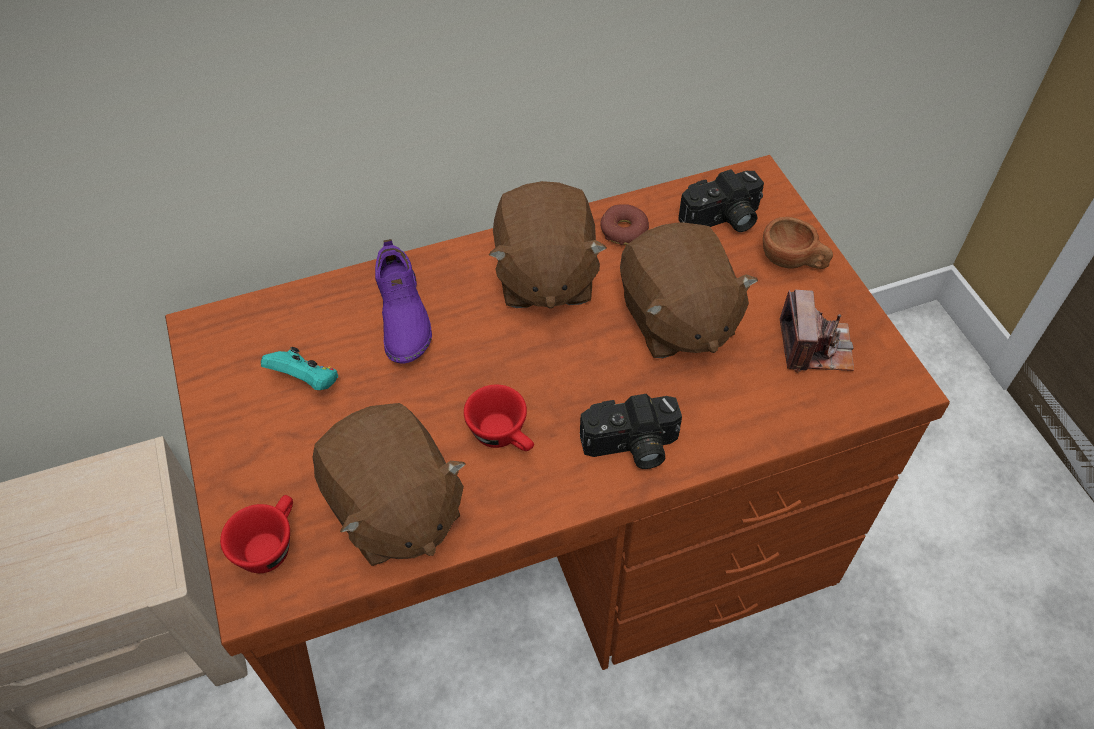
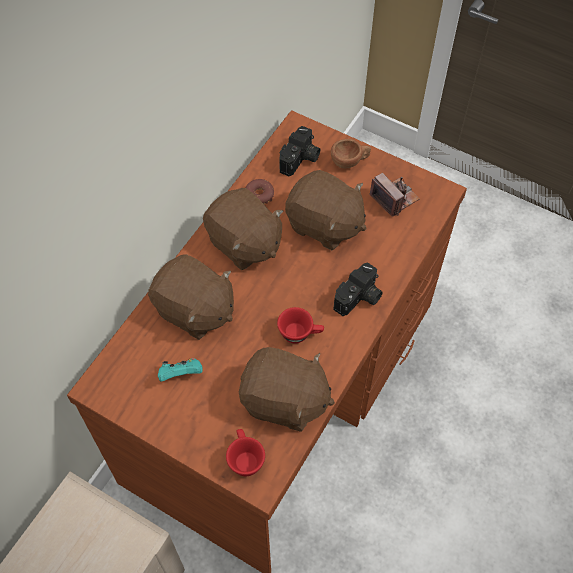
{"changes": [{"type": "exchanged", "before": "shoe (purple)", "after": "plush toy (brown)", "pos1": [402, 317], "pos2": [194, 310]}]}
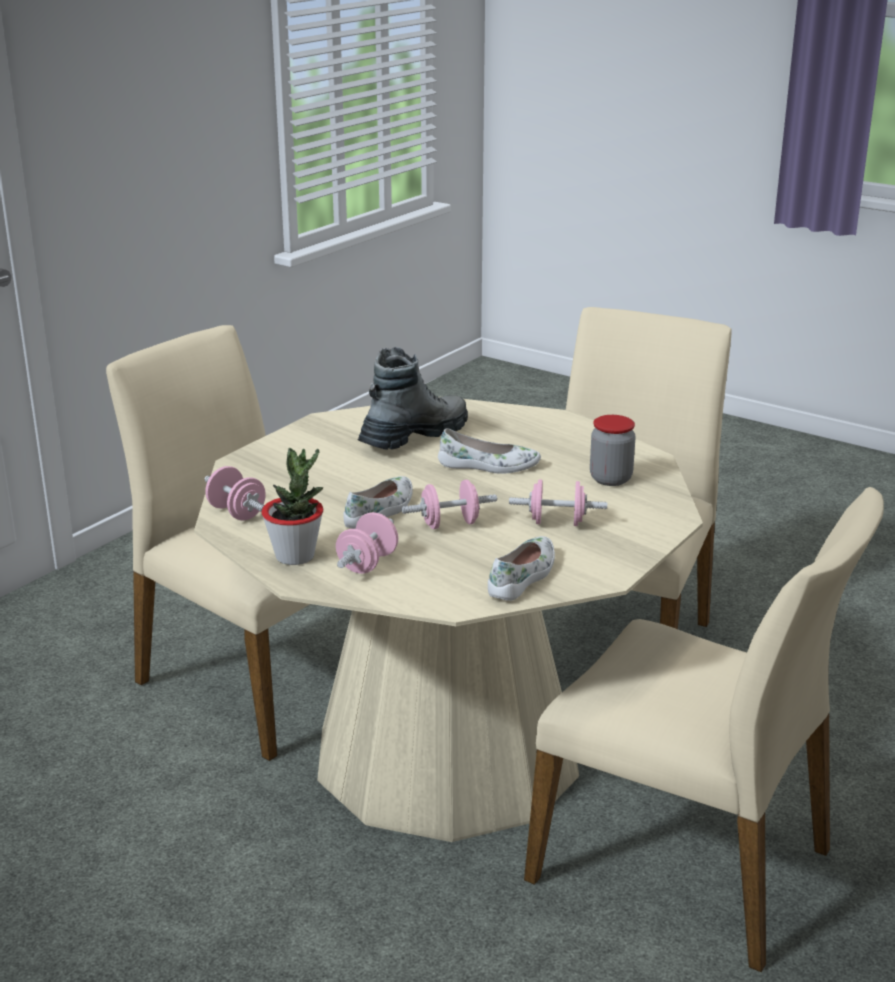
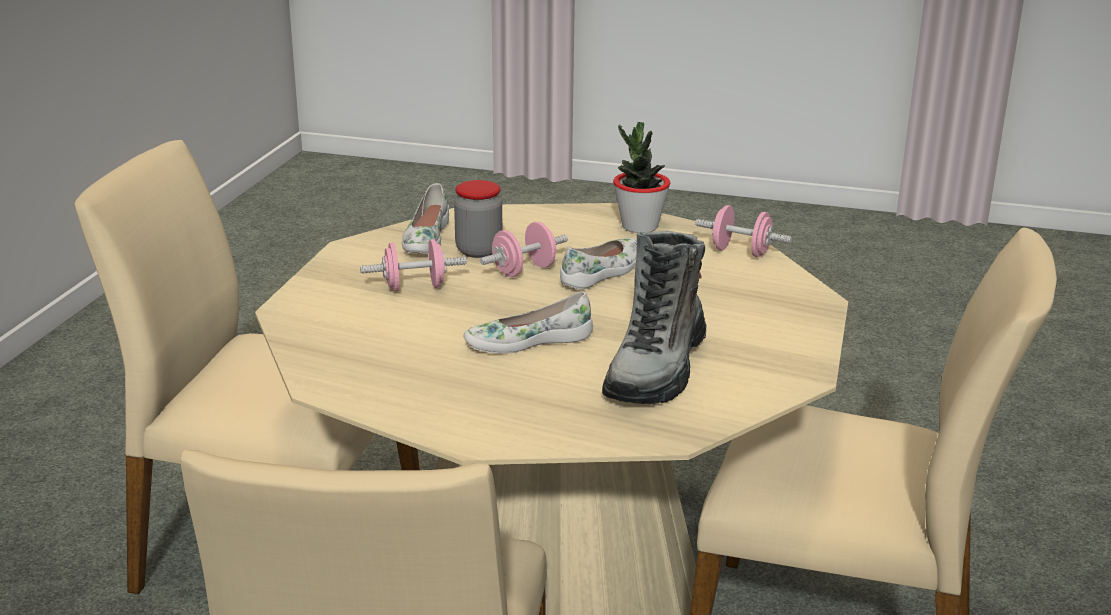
{"changes": [{"type": "relocated", "before": "jar", "pos1": [610, 479], "pos2": [479, 251]}, {"type": "spun", "before": "shoe (white)", "pos1": [381, 511], "pos2": [603, 272], "turn": -150}, {"type": "missing", "before": "dumbbell (pink)", "pos1": [367, 563]}]}
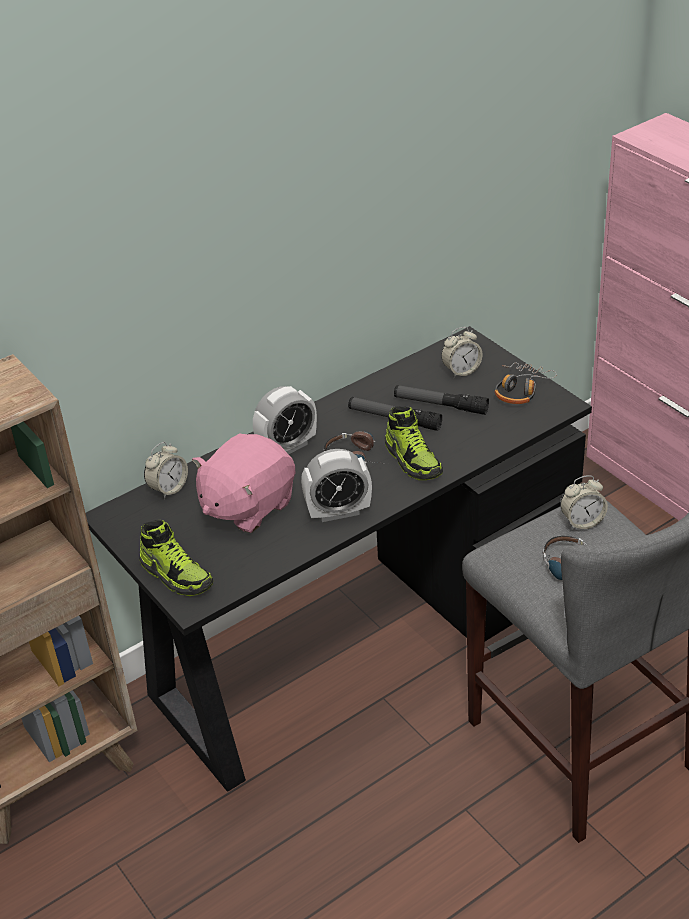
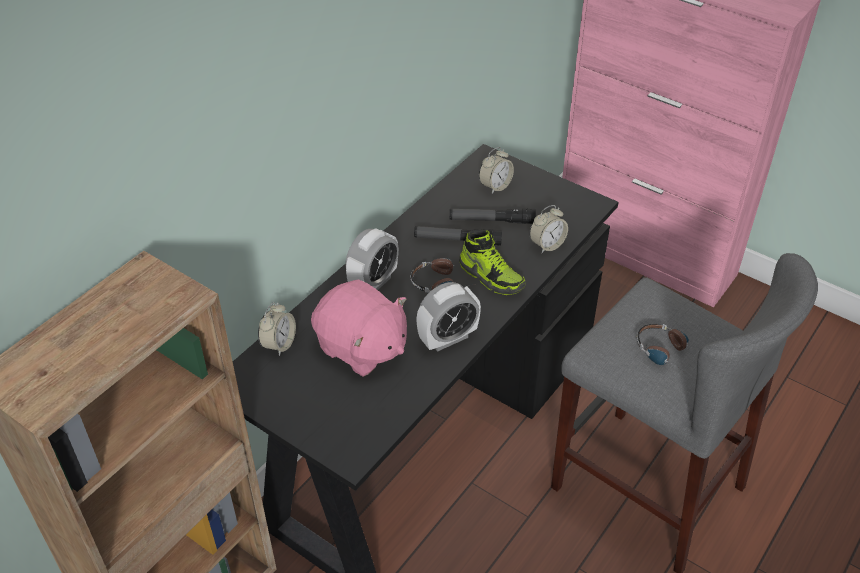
{"changes": [{"type": "missing", "before": "headphones", "pos1": [520, 389]}, {"type": "spun", "before": "plush toy (pink)", "pos1": [247, 506], "pos2": [361, 348], "turn": -75}, {"type": "relocated", "before": "alarm clock", "pos1": [582, 522], "pos2": [547, 245]}, {"type": "missing", "before": "shoe", "pos1": [176, 575]}]}
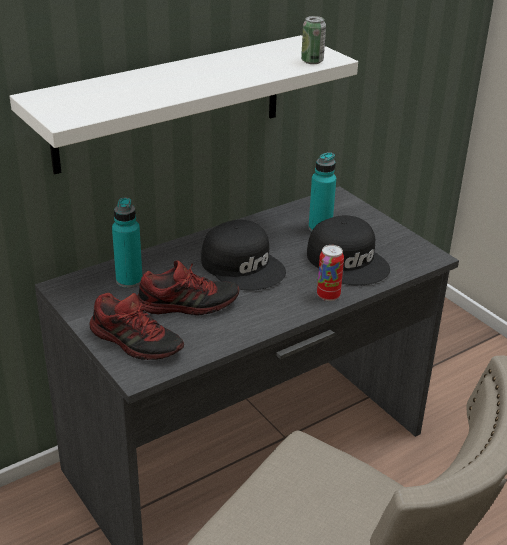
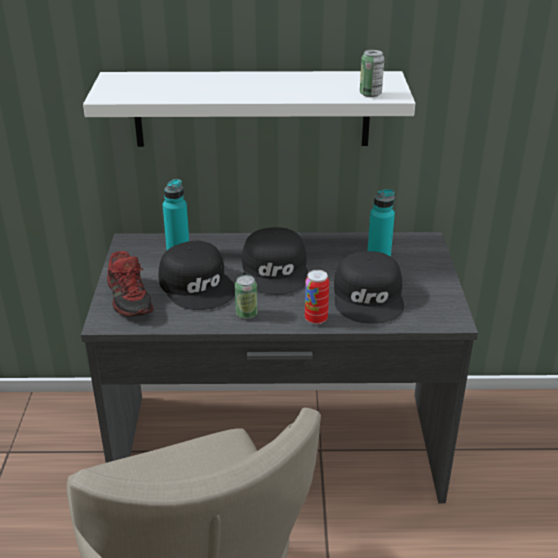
{"changes": [{"type": "exchanged", "before": "shoe", "after": "cap (black)", "pos1": [187, 304], "pos2": [198, 285]}, {"type": "appeared", "after": "can", "pos2": [246, 314]}]}
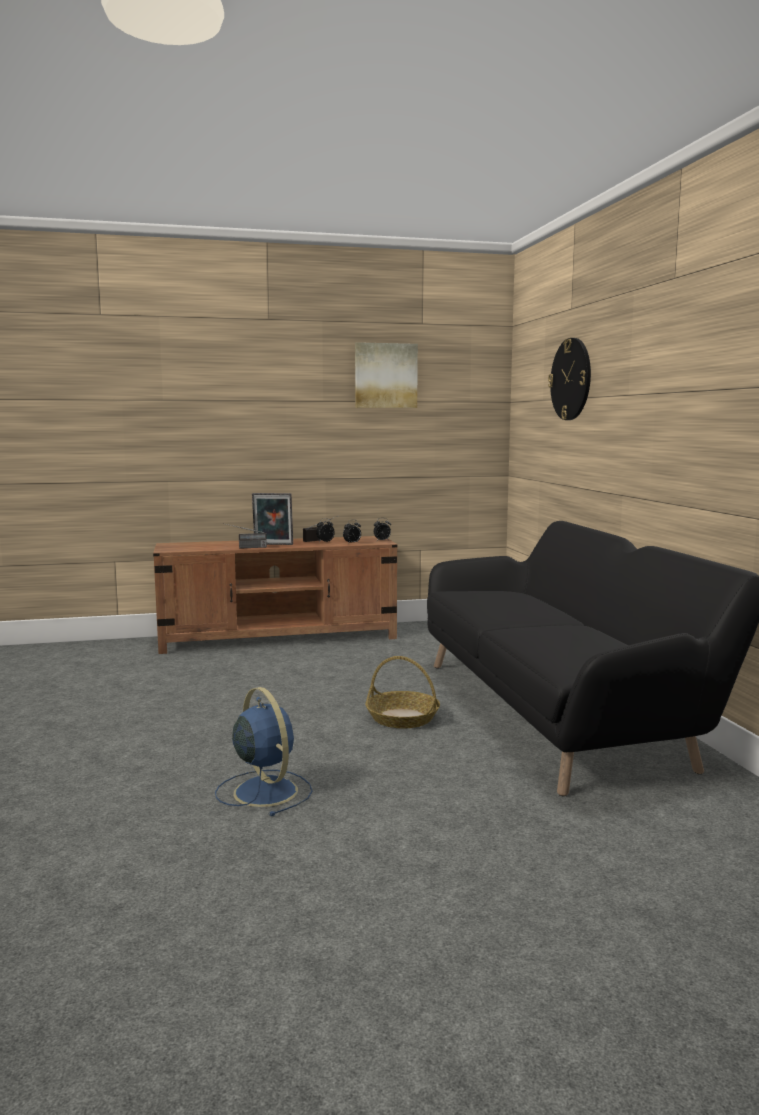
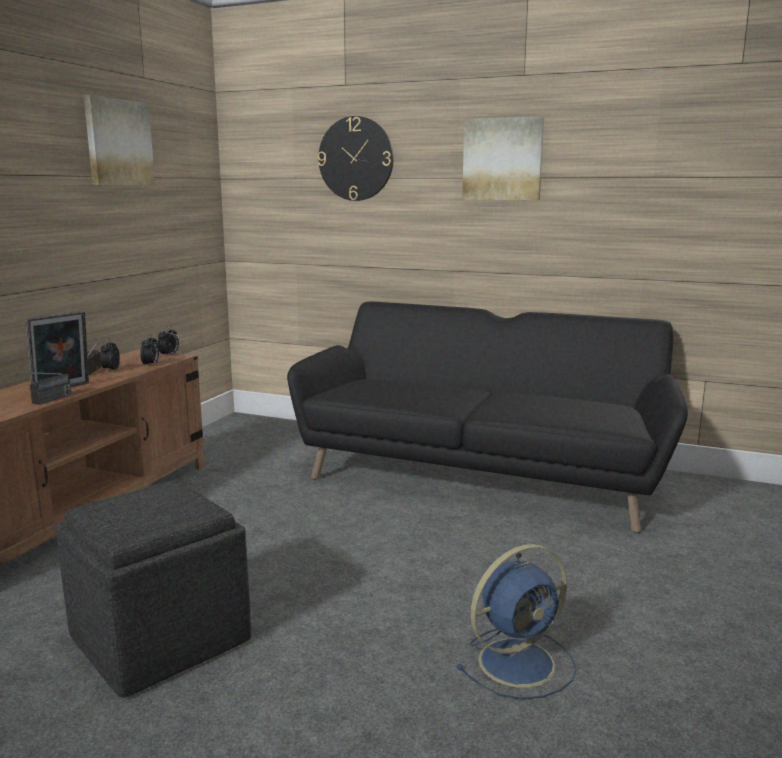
{"changes": [{"type": "missing", "before": "basket", "pos1": [403, 718]}, {"type": "spun", "before": "fan (blue)", "pos1": [264, 790], "pos2": [519, 661], "turn": 150}, {"type": "appeared", "after": "picture", "pos2": [502, 159]}, {"type": "appeared", "after": "ottoman (grey)", "pos2": [161, 637]}]}
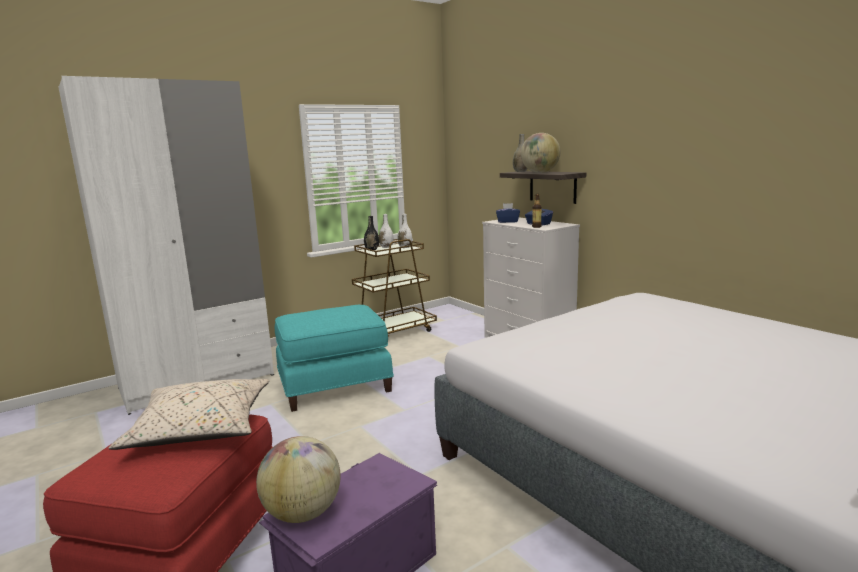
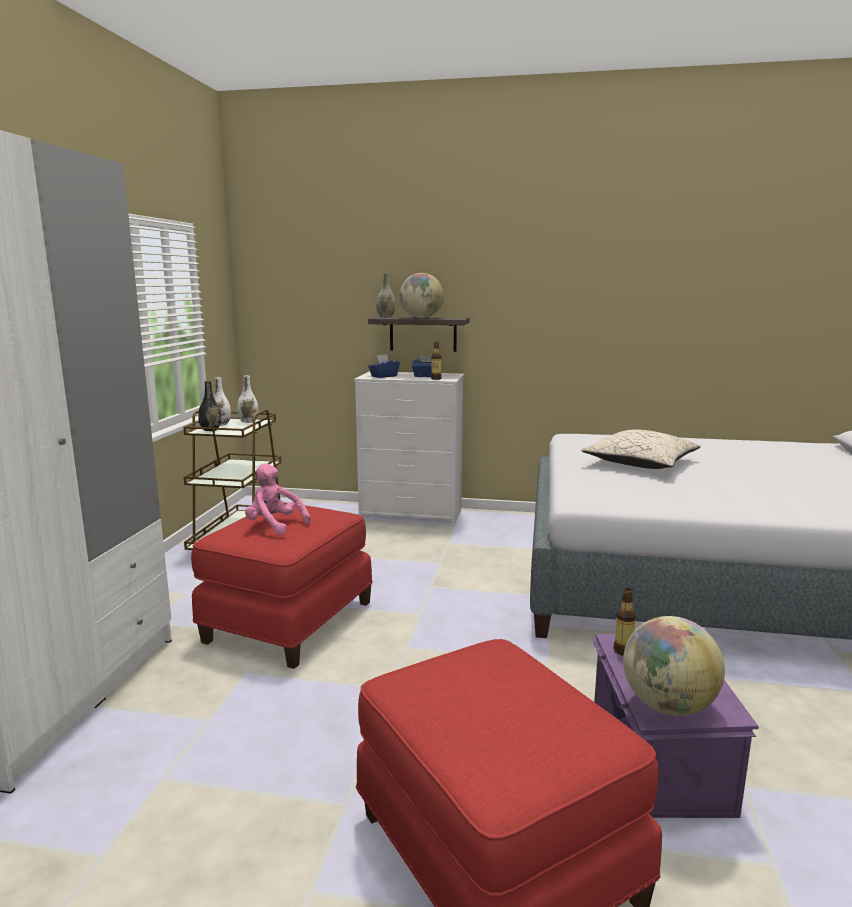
{"changes": [{"type": "colour", "before": "ottoman (turquoise)", "after": "ottoman (red)", "pos1": [334, 385], "pos2": [288, 621]}, {"type": "relocated", "before": "pillow (beige)", "pos1": [201, 429], "pos2": [641, 463]}, {"type": "appeared", "after": "plush toy (pink)", "pos2": [274, 525]}, {"type": "appeared", "after": "bottle", "pos2": [623, 651]}]}
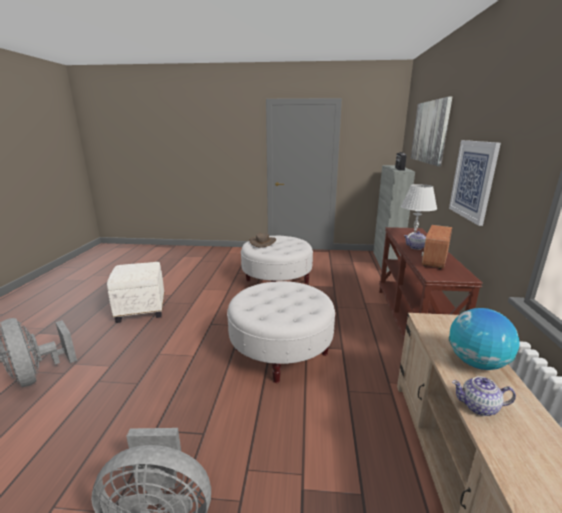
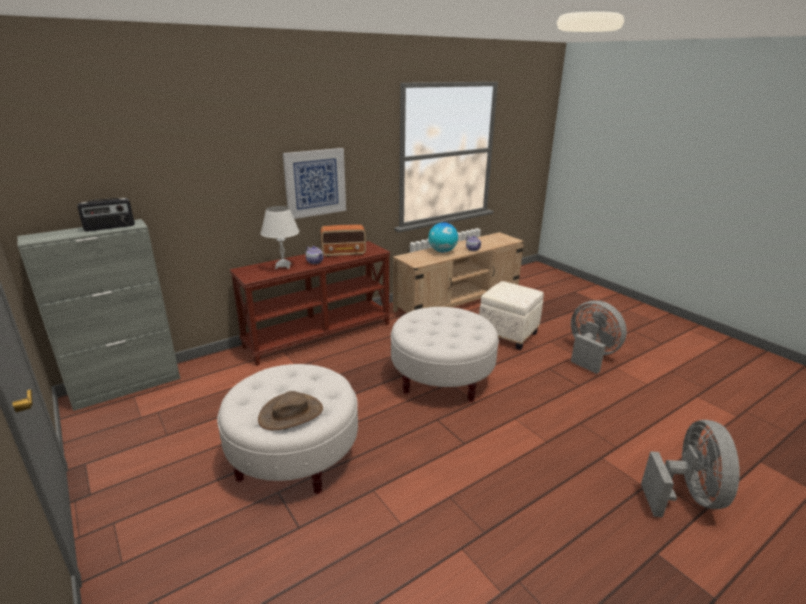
{"changes": [{"type": "missing", "before": "picture", "pos1": [430, 132]}, {"type": "relocated", "before": "ottoman (white)", "pos1": [142, 310], "pos2": [507, 335]}]}
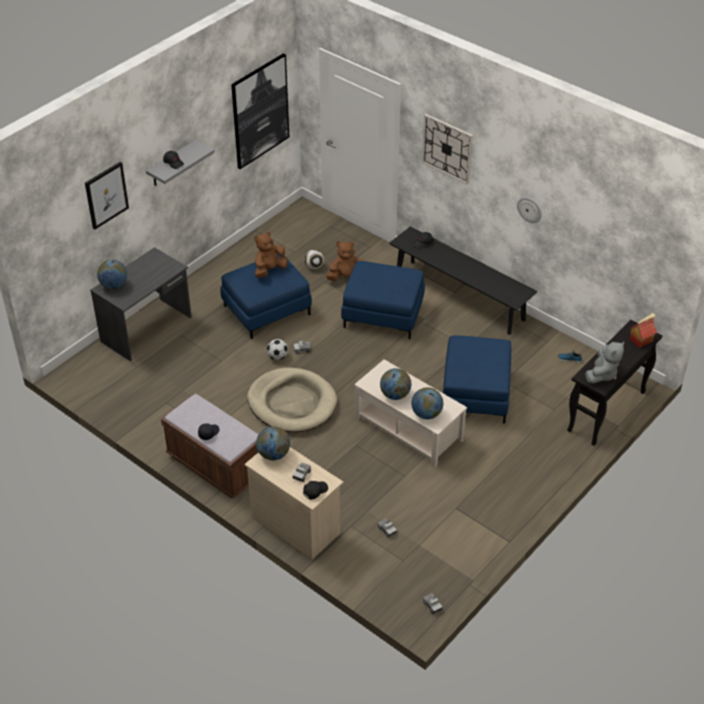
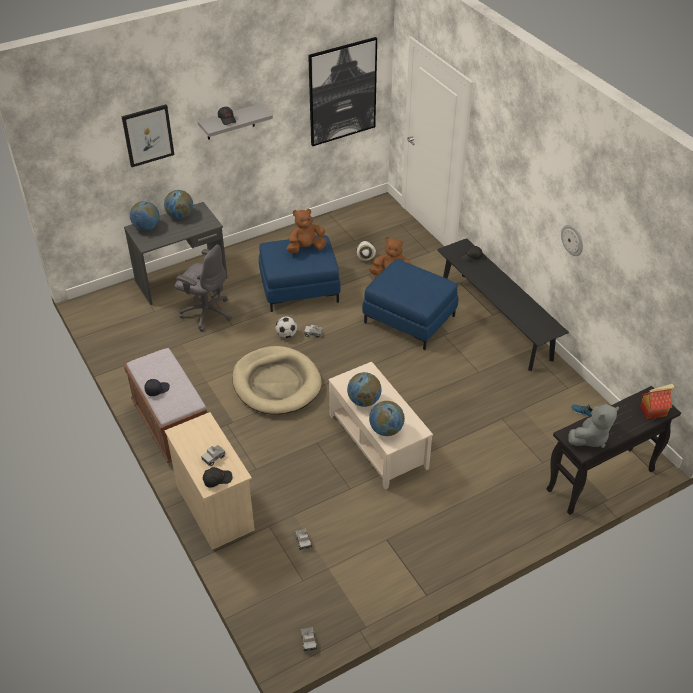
{"changes": [{"type": "missing", "before": "wall clock", "pos1": [447, 148]}, {"type": "missing", "before": "ottoman (blue)", "pos1": [475, 394]}, {"type": "relocated", "before": "globe", "pos1": [273, 454], "pos2": [180, 216]}, {"type": "appeared", "after": "office chair (grey)", "pos2": [206, 313]}]}
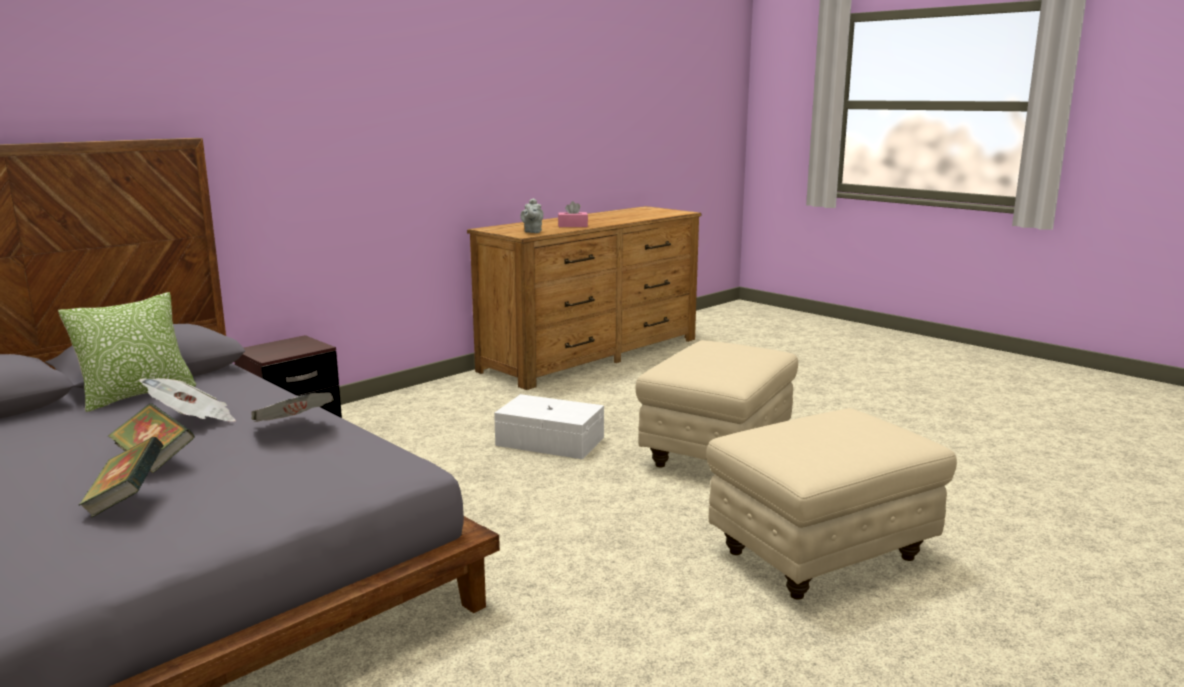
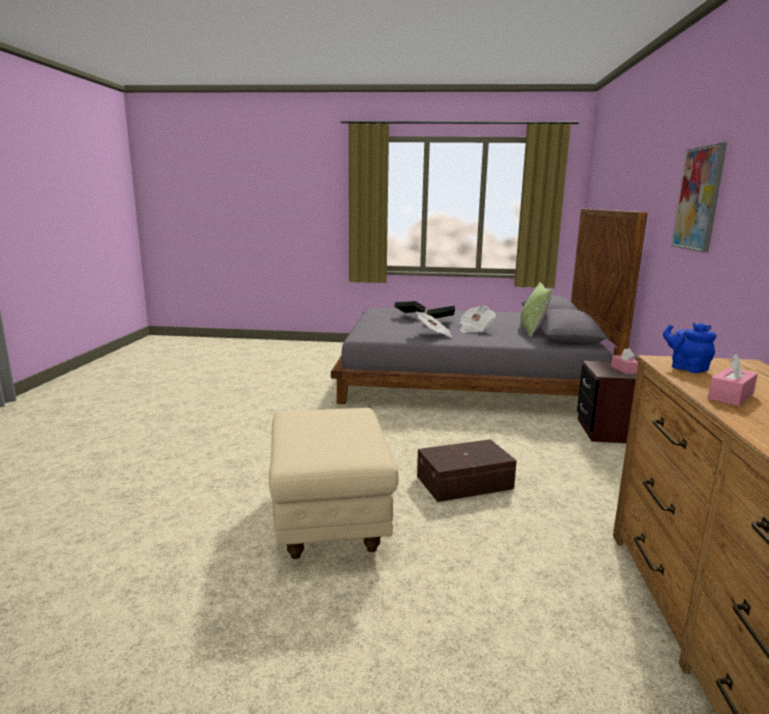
{"changes": [{"type": "colour", "before": "teapot (grey)", "after": "teapot (blue)", "pos1": [532, 232], "pos2": [686, 368]}, {"type": "colour", "before": "storage box (white)", "after": "storage box (brown)", "pos1": [550, 441], "pos2": [466, 483]}, {"type": "missing", "before": "ottoman (beige)", "pos1": [821, 555]}, {"type": "appeared", "after": "picture", "pos2": [699, 199]}, {"type": "appeared", "after": "tissue box (pink)", "pos2": [624, 369]}]}
